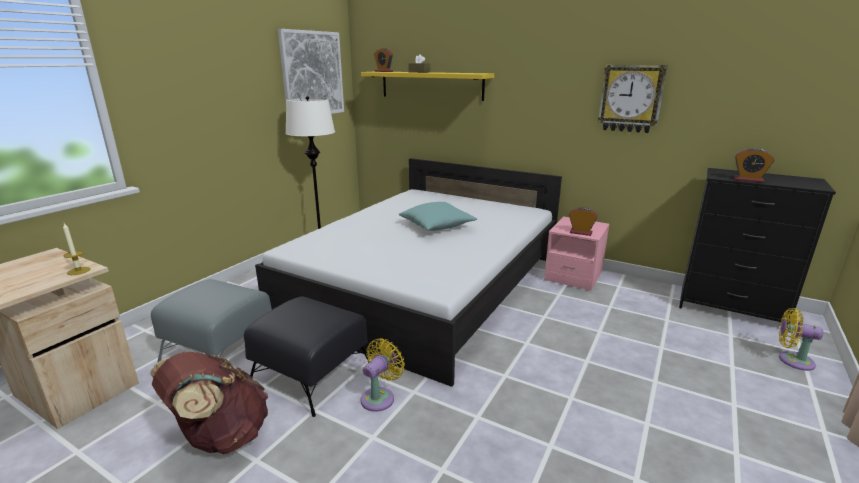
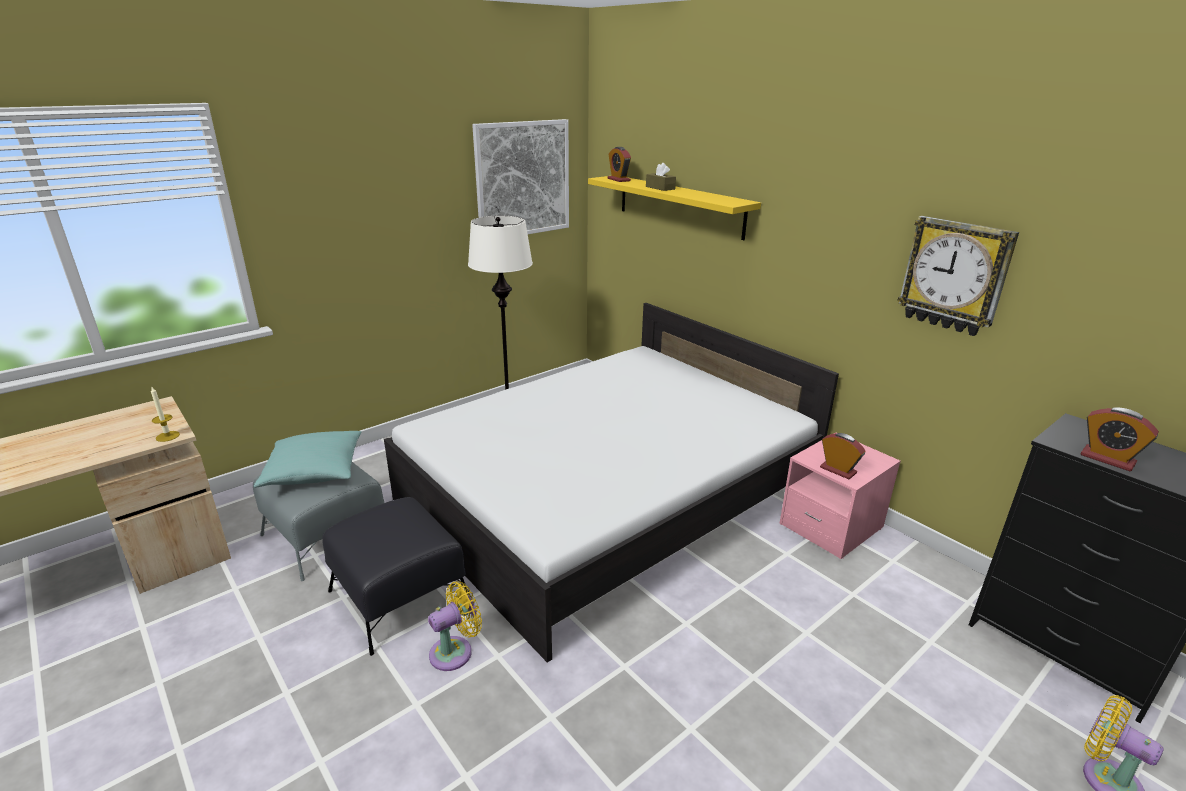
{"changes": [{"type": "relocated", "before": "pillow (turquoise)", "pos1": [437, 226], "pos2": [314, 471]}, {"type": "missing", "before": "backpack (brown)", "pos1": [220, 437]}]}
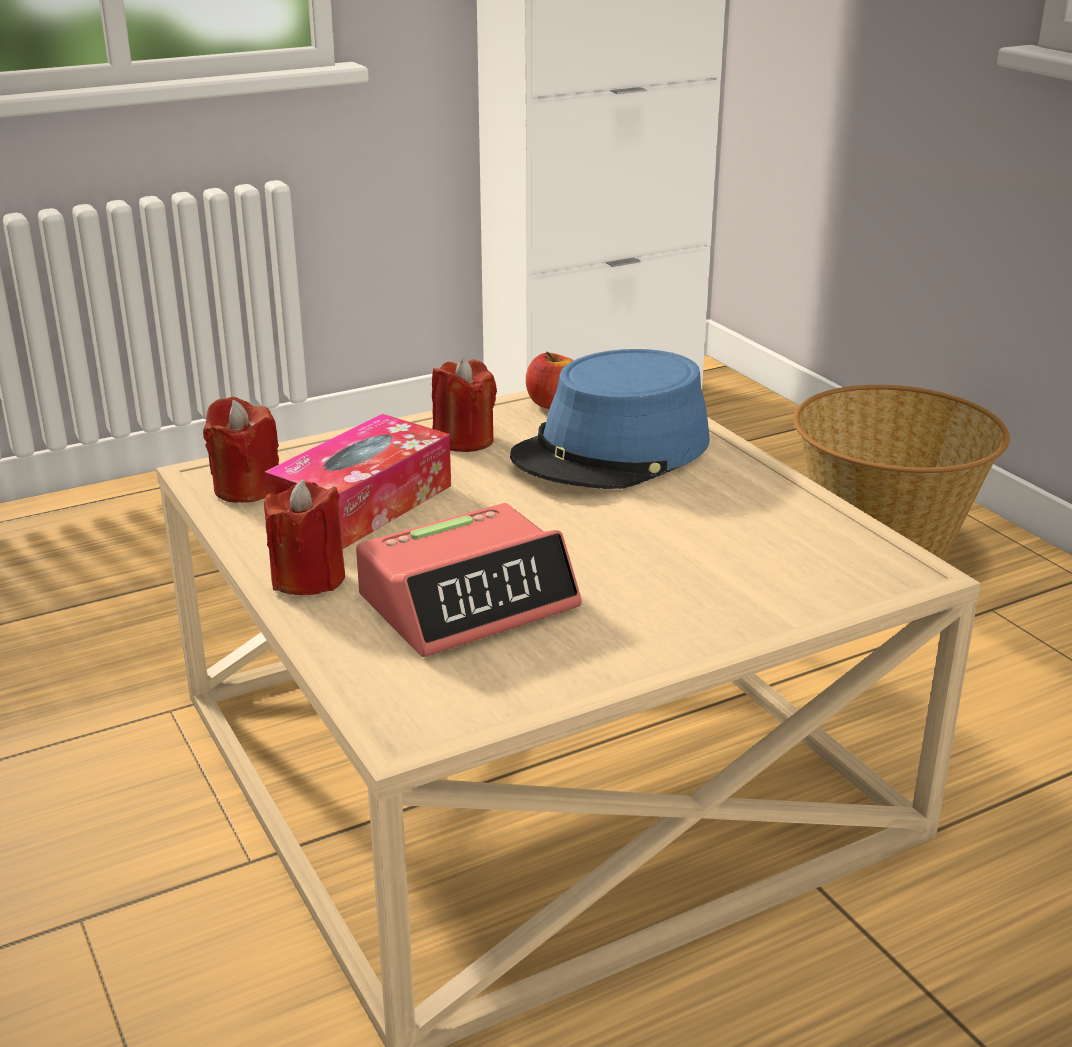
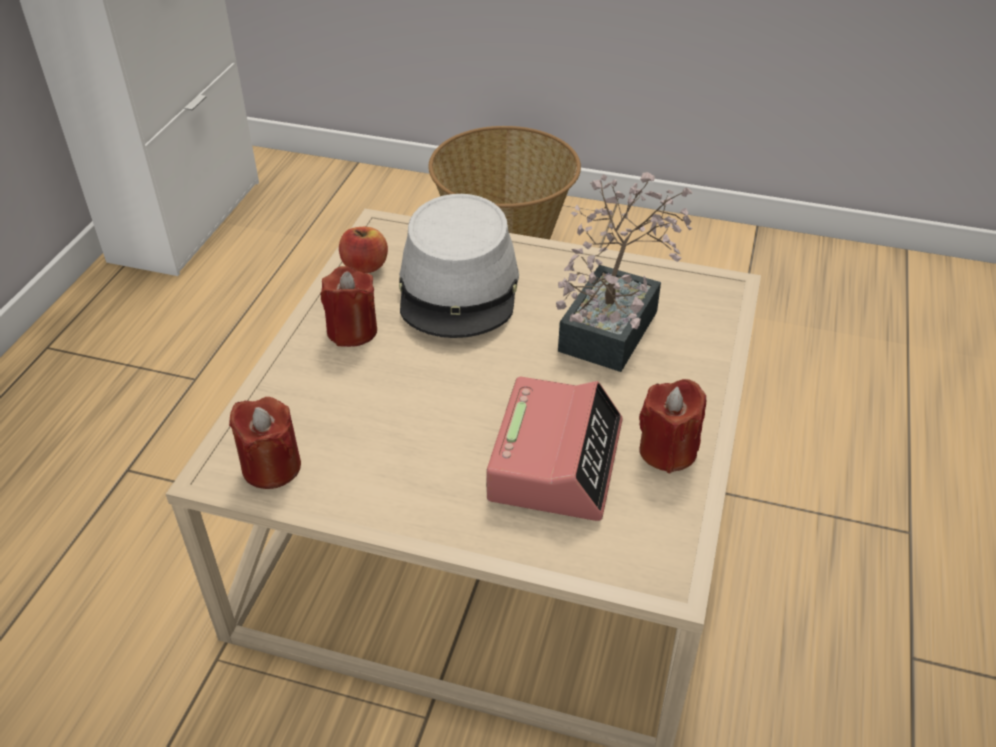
{"changes": [{"type": "colour", "before": "hat (blue)", "after": "hat (grey)", "pos1": [613, 451], "pos2": [459, 286]}, {"type": "missing", "before": "tissue box", "pos1": [363, 505]}, {"type": "relocated", "before": "candle (red)", "pos1": [308, 578], "pos2": [667, 450]}, {"type": "appeared", "after": "potted plant", "pos2": [615, 323]}]}
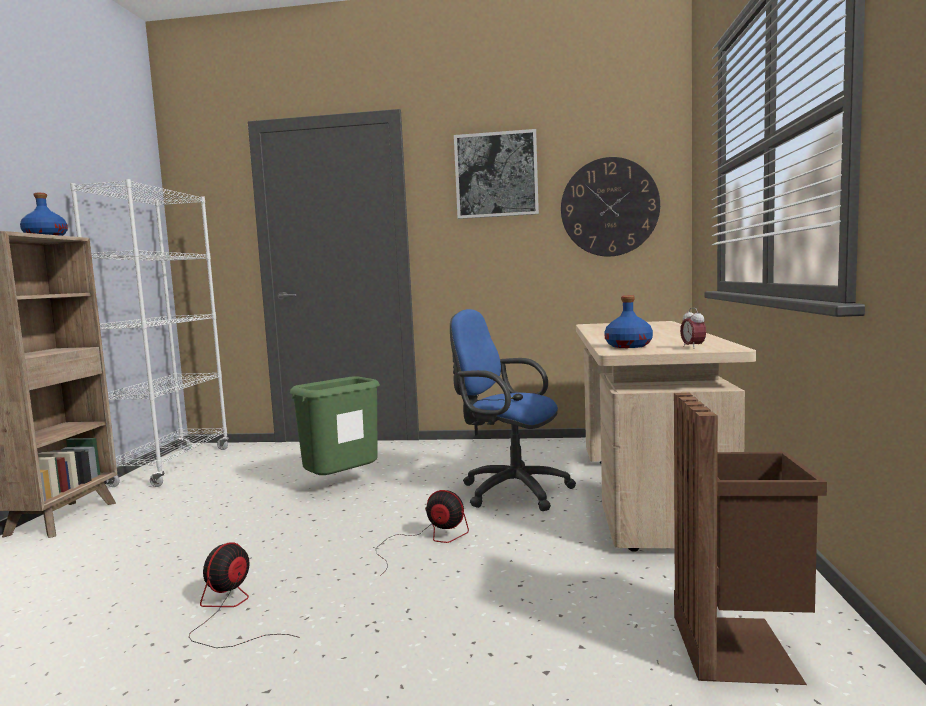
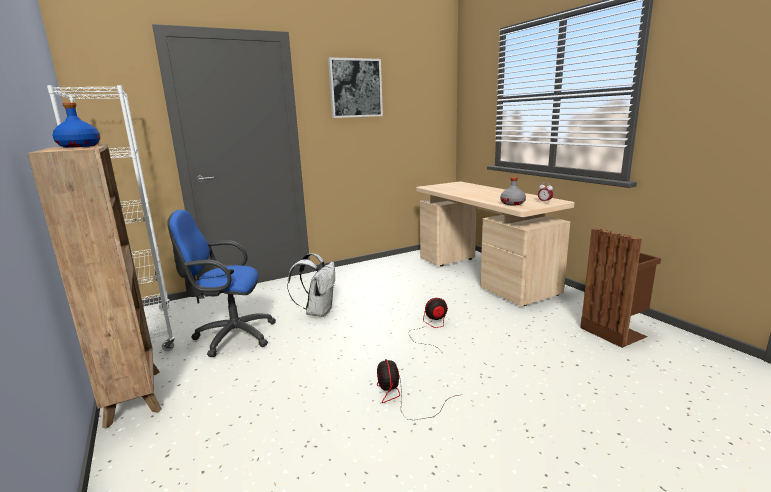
{"changes": [{"type": "missing", "before": "wall clock", "pos1": [609, 207]}, {"type": "colour", "before": "bottle (blue)", "after": "bottle (grey)", "pos1": [629, 346], "pos2": [512, 203]}, {"type": "relocated", "before": "office chair (blue)", "pos1": [510, 491], "pos2": [231, 336]}, {"type": "exchanged", "before": "trash can (green)", "after": "backpack (white)", "pos1": [342, 485], "pos2": [318, 312]}]}
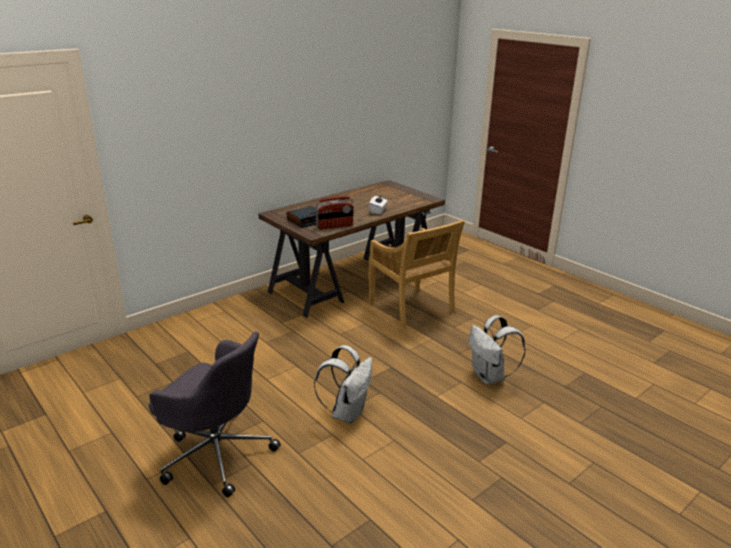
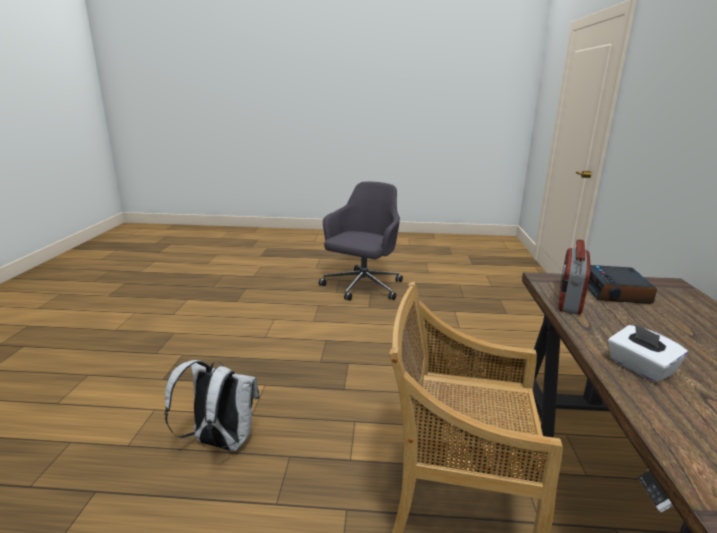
{"changes": [{"type": "spun", "before": "office chair (grey)", "pos1": [216, 453], "pos2": [362, 287], "turn": 135}, {"type": "missing", "before": "backpack (white)", "pos1": [347, 412]}]}
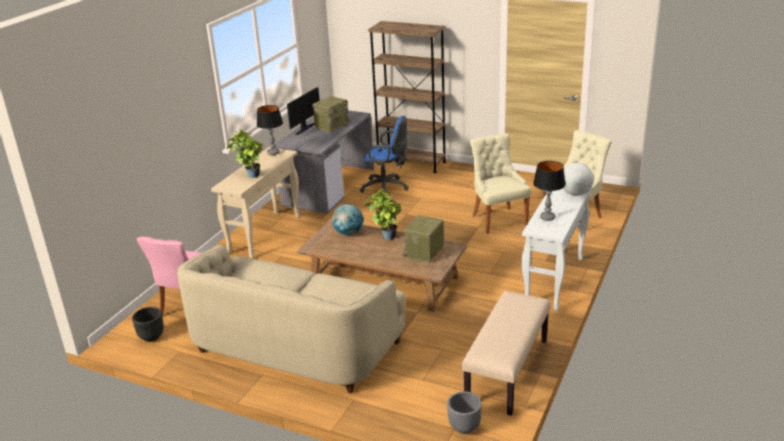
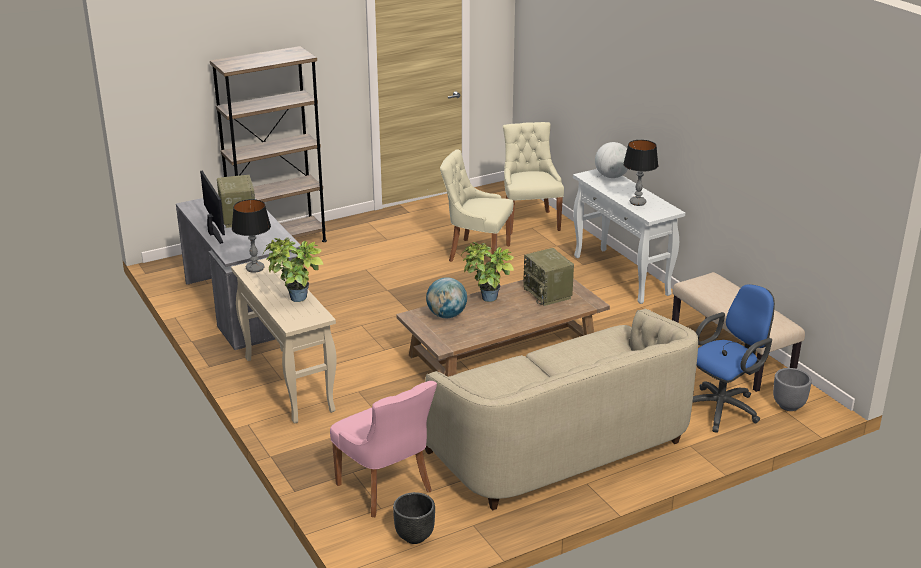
{"changes": [{"type": "relocated", "before": "office chair (blue)", "pos1": [387, 188], "pos2": [723, 408]}]}
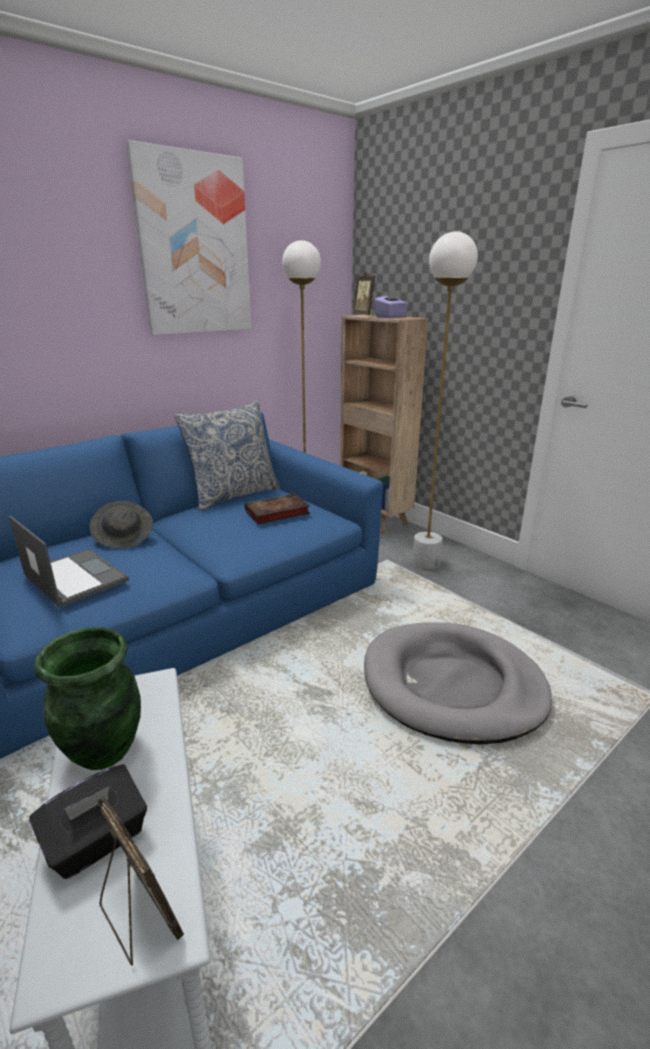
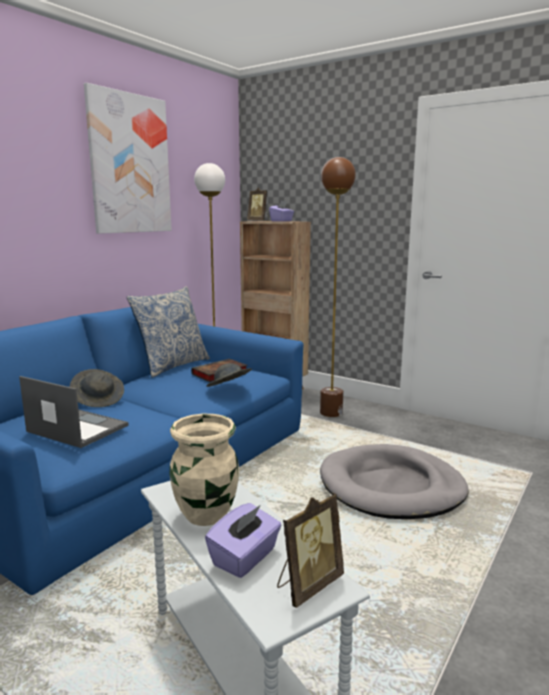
{"changes": [{"type": "colour", "before": "floor lamp (white)", "after": "floor lamp (brown)", "pos1": [425, 563], "pos2": [331, 413]}, {"type": "colour", "before": "vase (green)", "after": "vase (beige)", "pos1": [103, 751], "pos2": [206, 515]}, {"type": "colour", "before": "tissue box (black)", "after": "tissue box (purple)", "pos1": [97, 841], "pos2": [245, 558]}, {"type": "spun", "before": "picture frame", "pos1": [138, 917], "pos2": [308, 585], "turn": 105}, {"type": "appeared", "after": "hat (grey)", "pos2": [229, 389]}]}
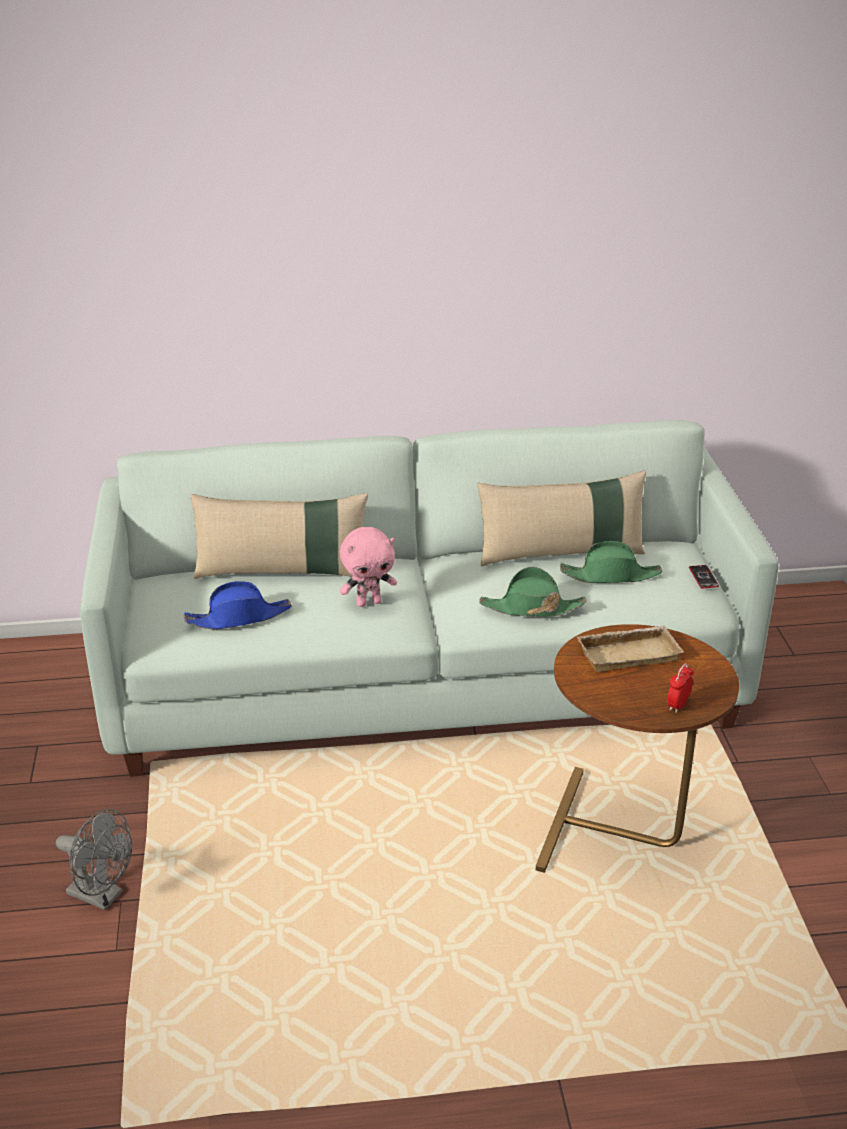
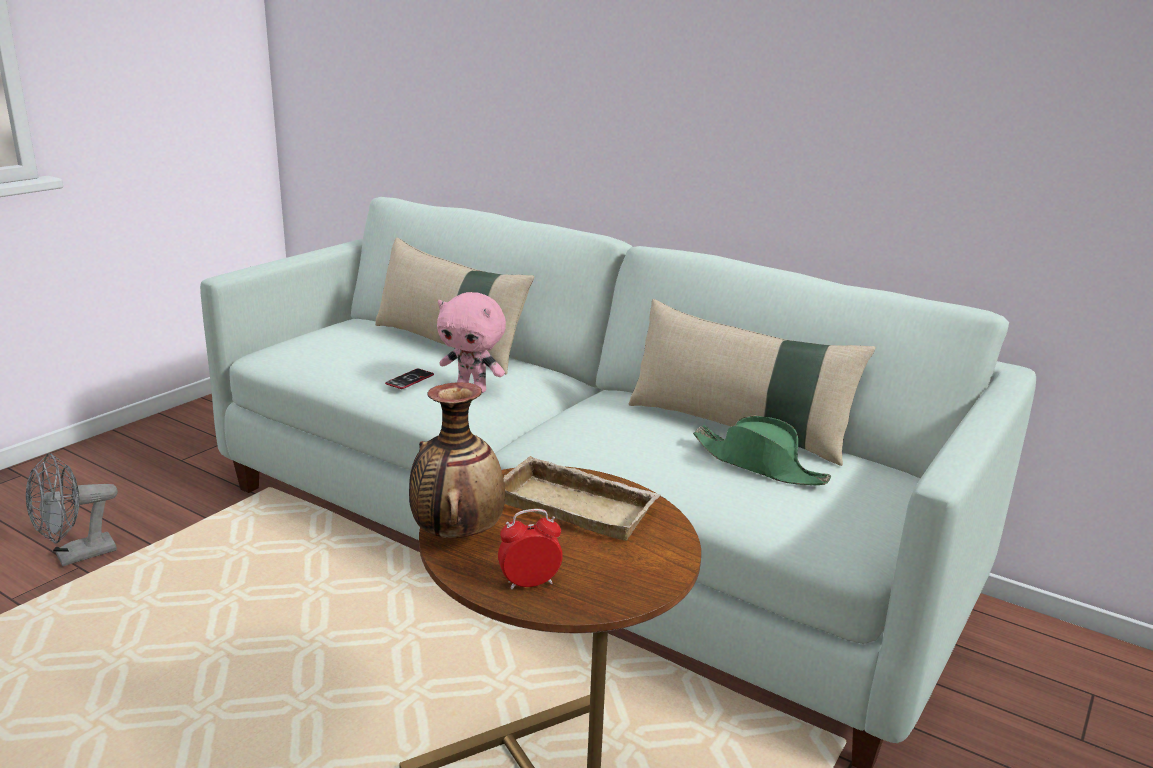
{"changes": [{"type": "relocated", "before": "phone", "pos1": [703, 577], "pos2": [410, 380]}, {"type": "missing", "before": "hat (green)", "pos1": [531, 608]}, {"type": "missing", "before": "hat (blue)", "pos1": [239, 617]}, {"type": "spun", "before": "fan (grey)", "pos1": [102, 896], "pos2": [76, 556], "turn": 75}, {"type": "appeared", "after": "vase", "pos2": [456, 534]}]}
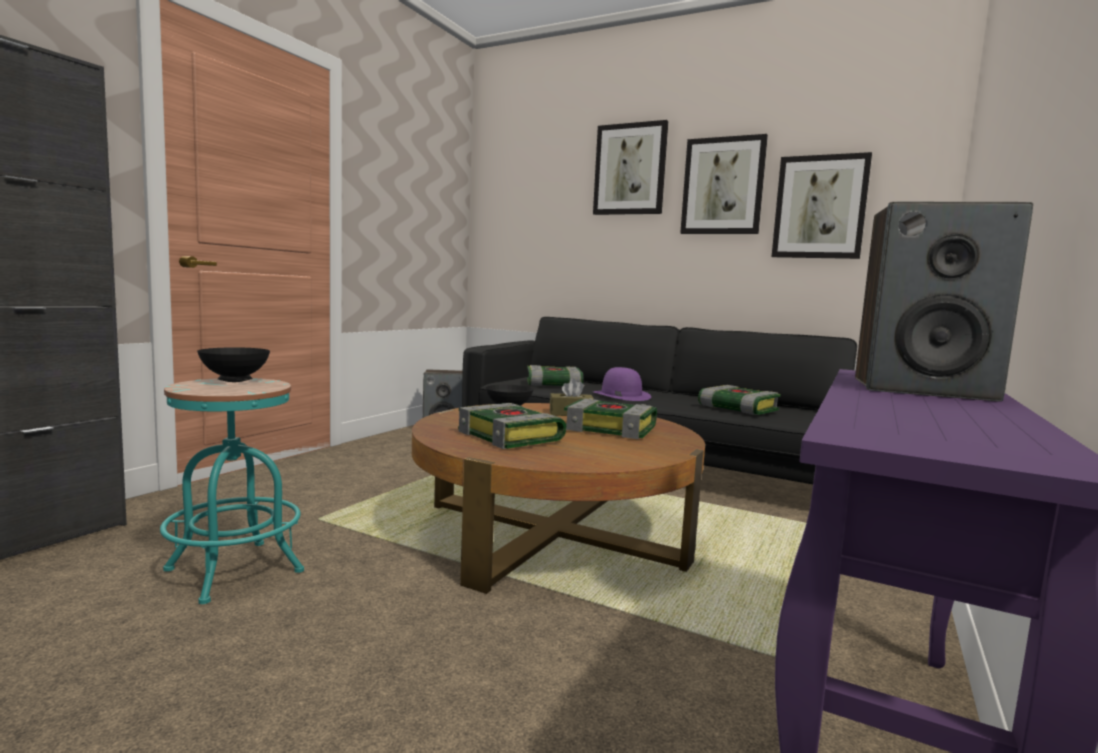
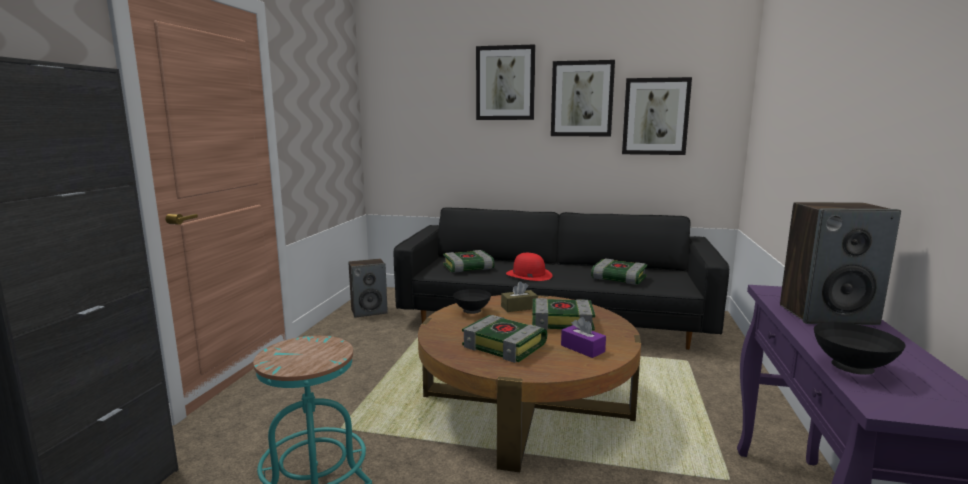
{"changes": [{"type": "relocated", "before": "bowl (black)", "pos1": [235, 381], "pos2": [853, 369]}, {"type": "colour", "before": "hat (purple)", "after": "hat (red)", "pos1": [621, 395], "pos2": [528, 274]}, {"type": "appeared", "after": "tissue box (purple)", "pos2": [582, 348]}]}
